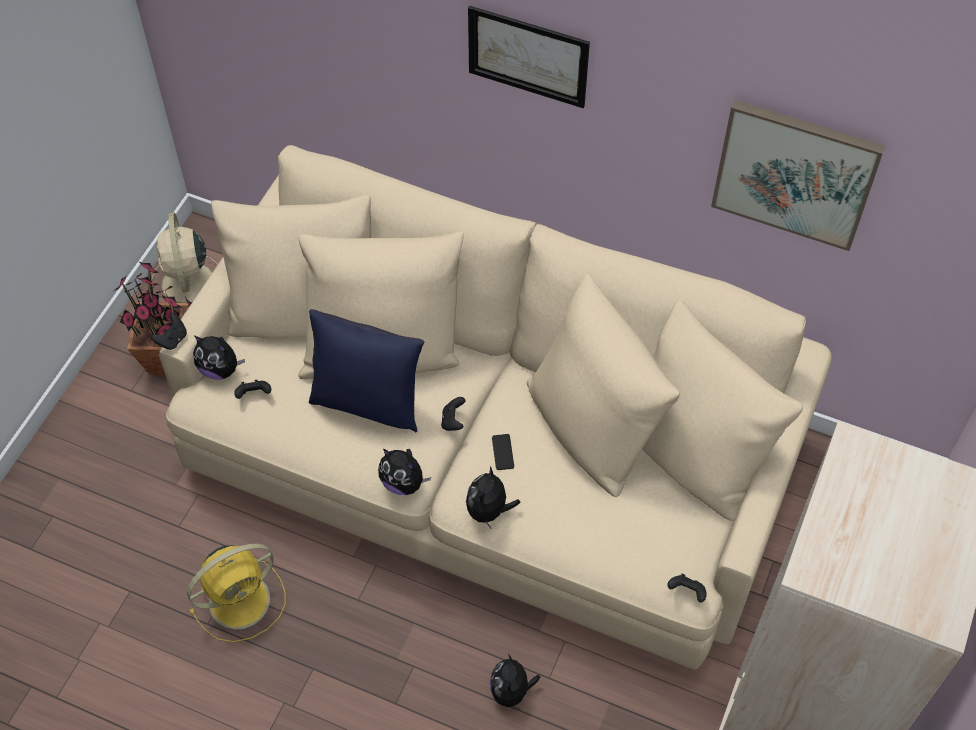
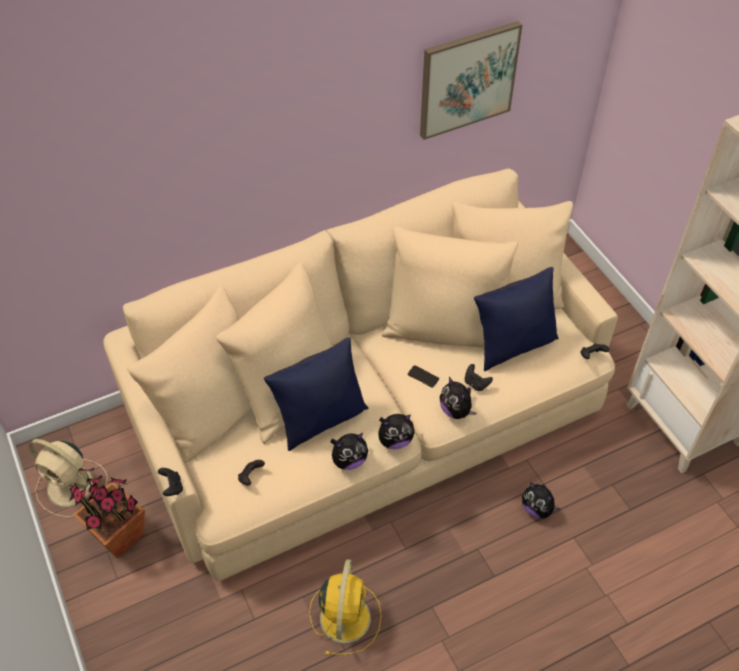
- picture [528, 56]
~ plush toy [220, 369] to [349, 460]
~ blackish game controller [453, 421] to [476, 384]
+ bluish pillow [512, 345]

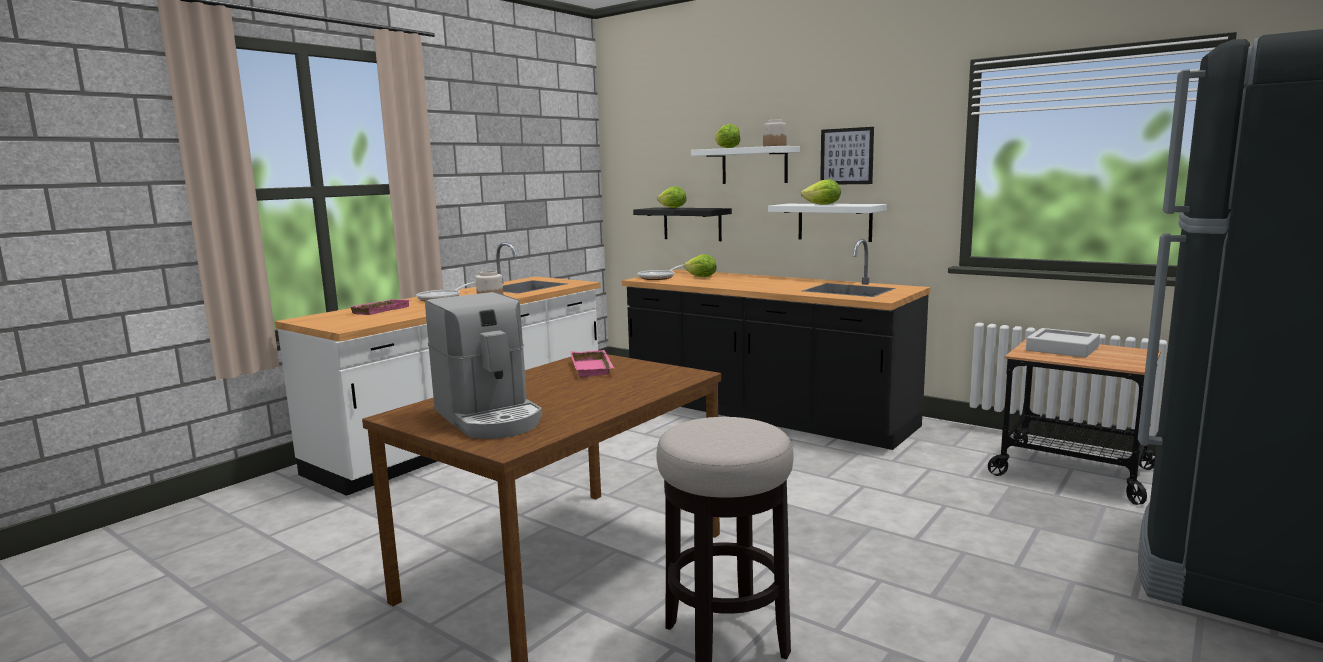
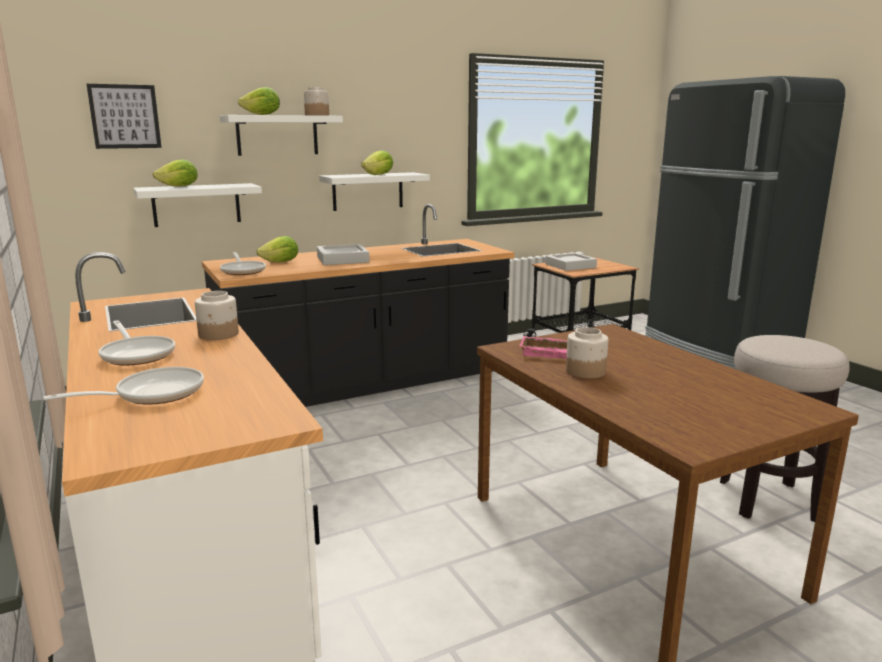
~ picture [846, 156] to [125, 116]
~ blackish wall shelf [692, 224] to whitish wall shelf [196, 205]
- coffee maker [489, 418]
~ pinkish serving tray [380, 310] to skillet [152, 394]
+ gray serving tray [342, 259]
+ jar [585, 372]

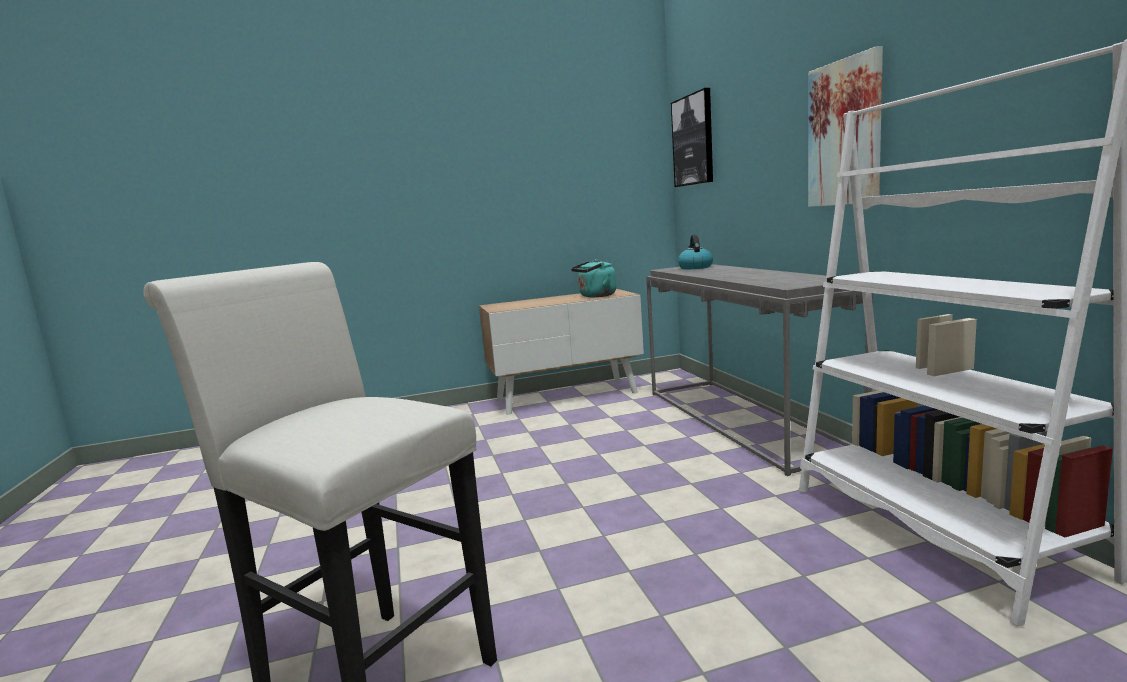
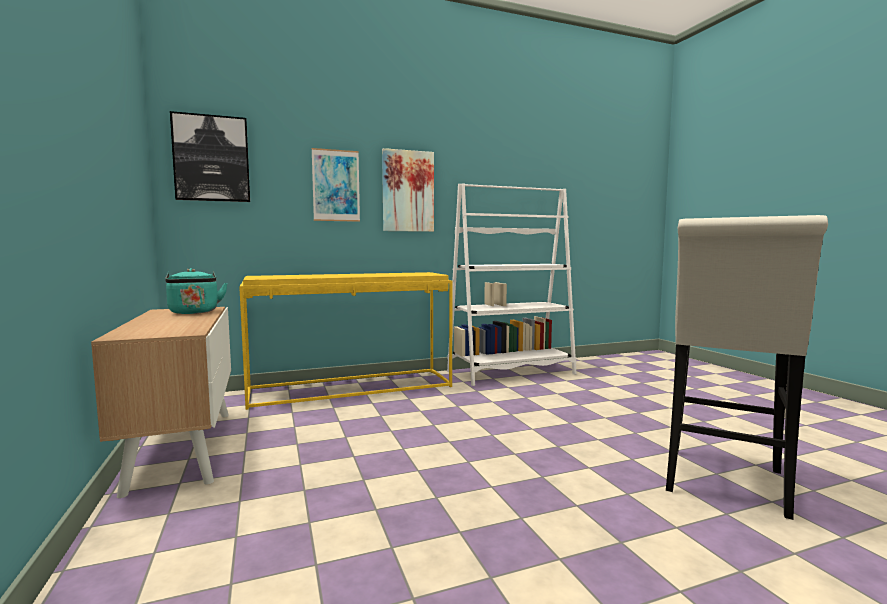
- kettle [695, 267]
~ gray hall table [744, 420] to yellow-coloured hall table [352, 388]
+ picture [336, 185]

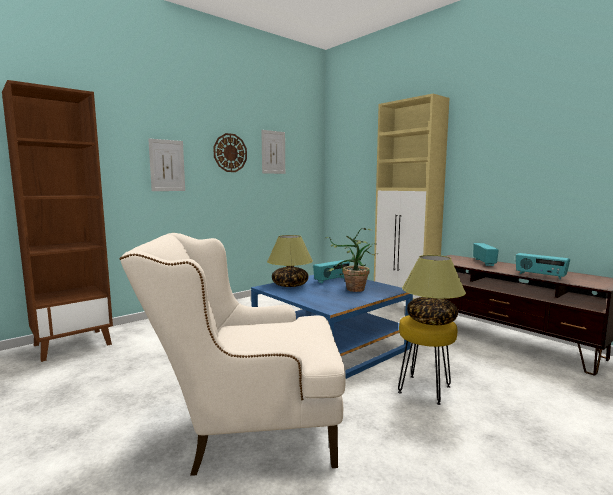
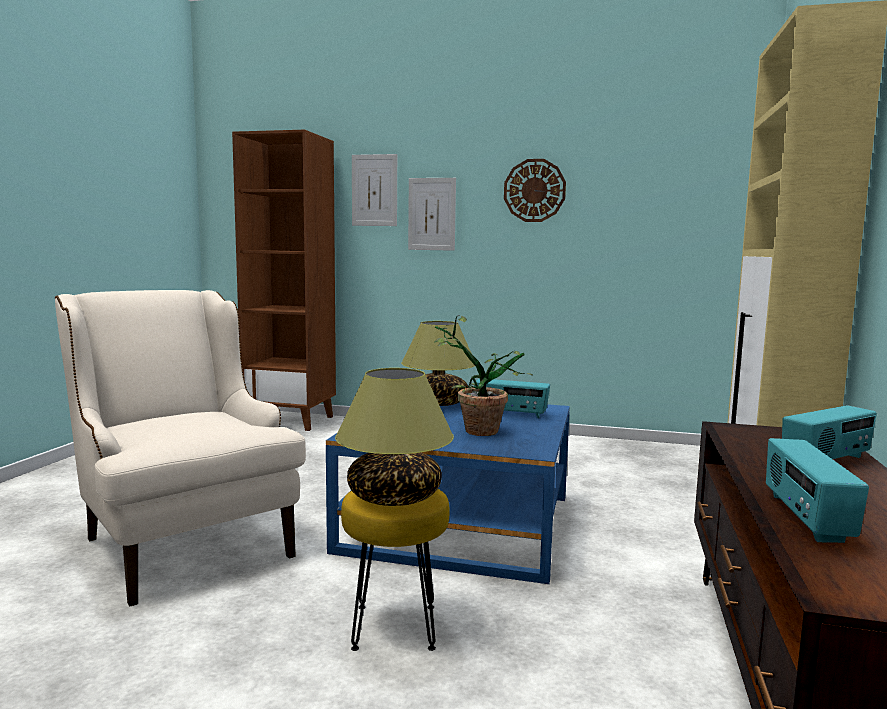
~ picture [273, 152] to [374, 190]

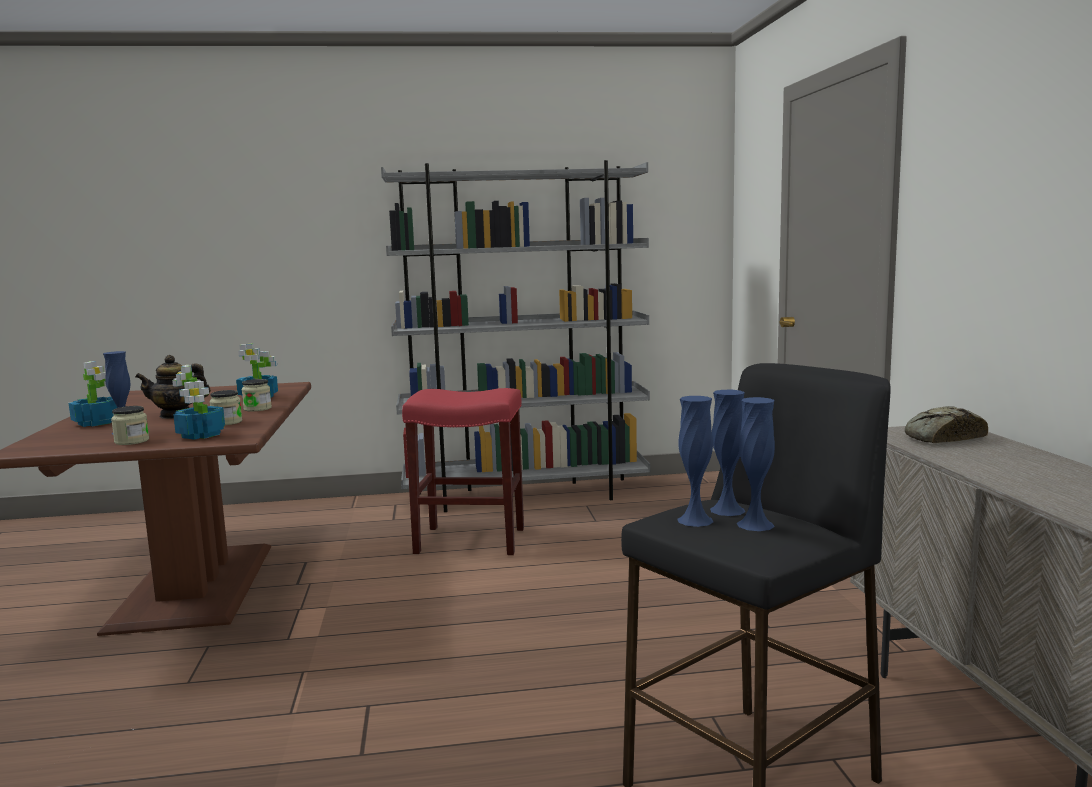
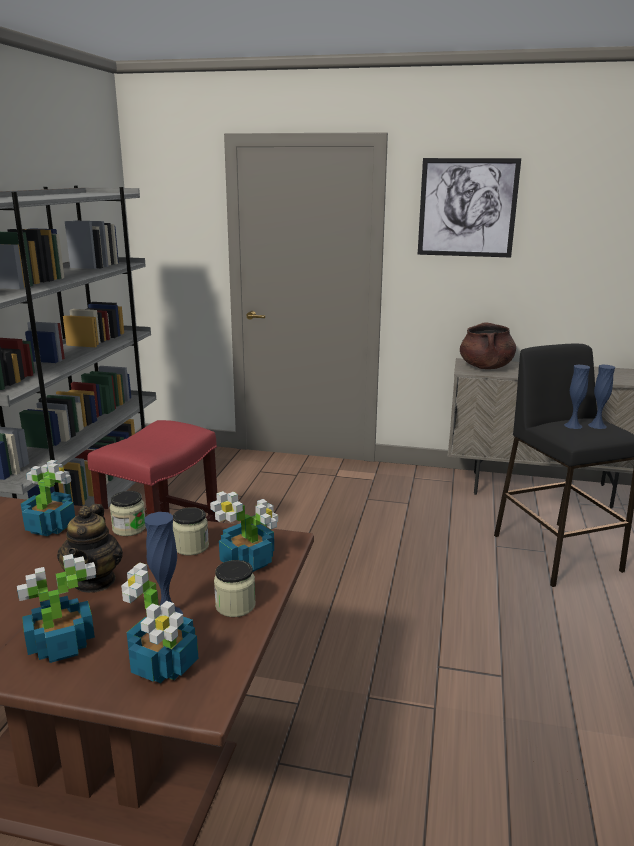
- bluish flower vase [695, 520]
~ baked bread [942, 438] to brown cooking pot [486, 367]
+ picture [467, 208]
+ houseplant [164, 665]

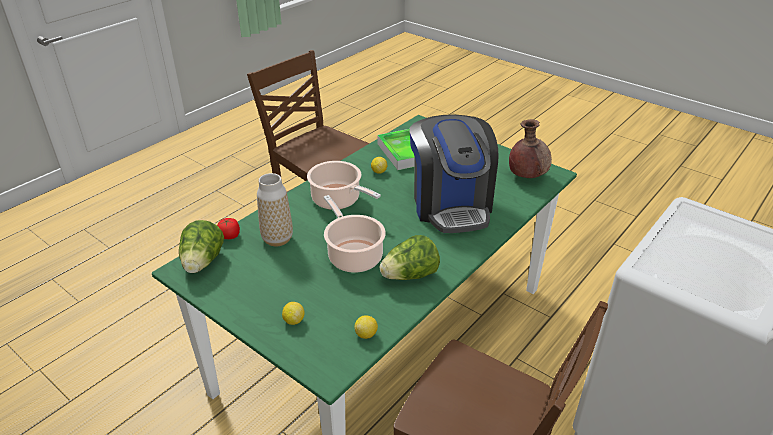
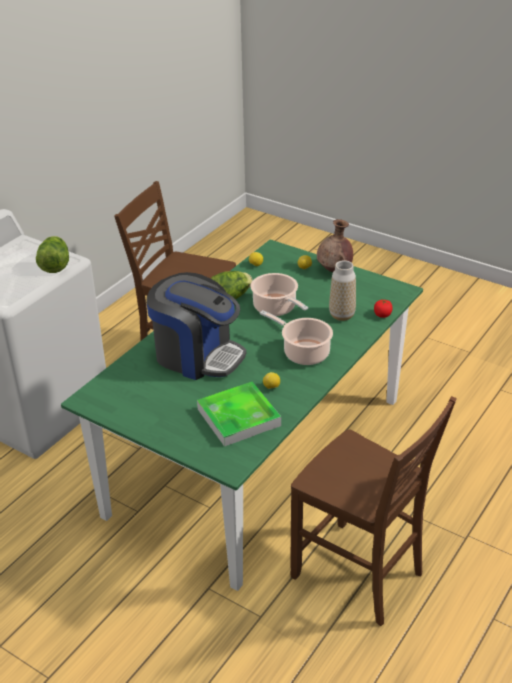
~ coffee maker [451, 205] = [197, 355] 135 degrees clockwise
~ brown flower vase [526, 176] to [334, 270]
~ lettuce head [203, 262] to [55, 265]

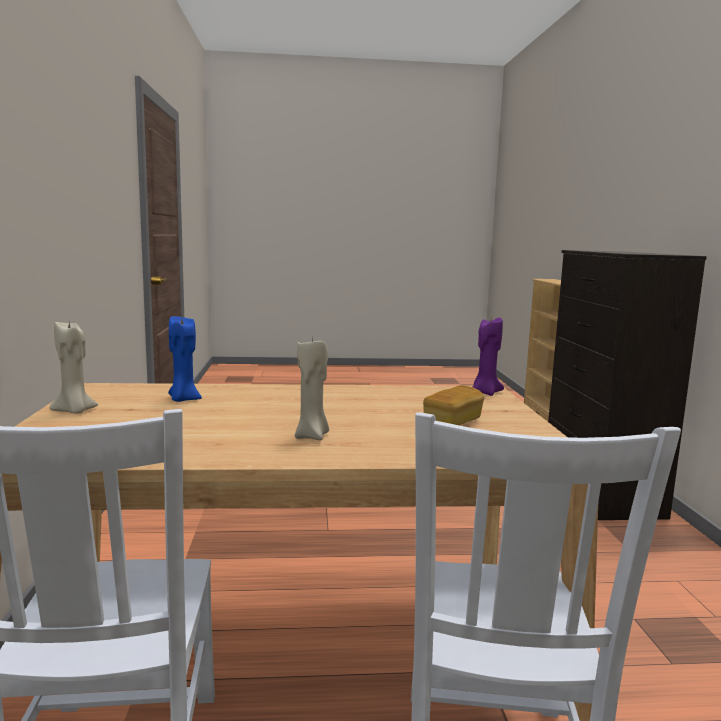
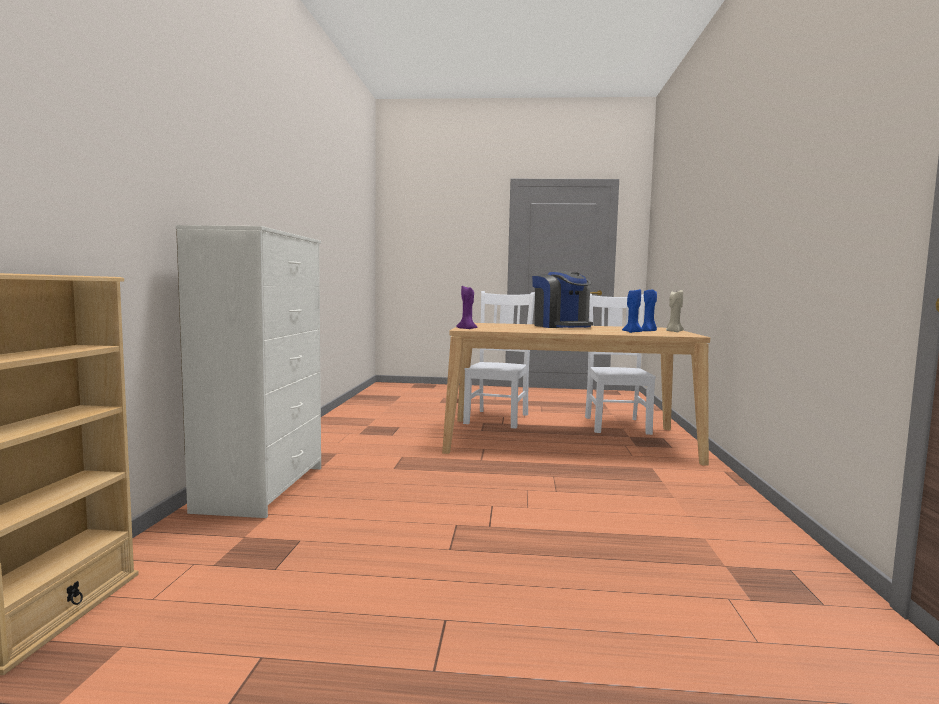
~ blackish dresser [600, 491] to whitish dresser [264, 488]
~ beige candle [312, 436] to coffee maker [561, 326]
- baked bread [452, 422]
+ bluish candle [648, 331]

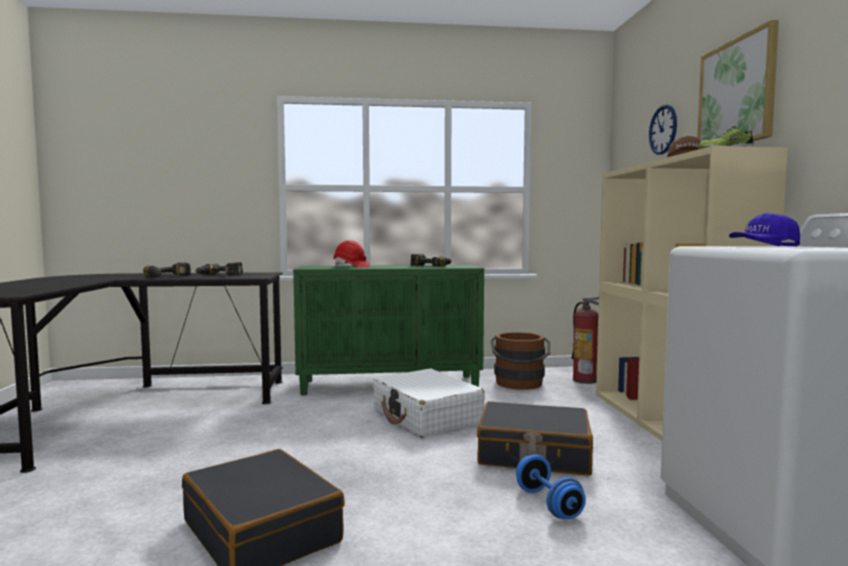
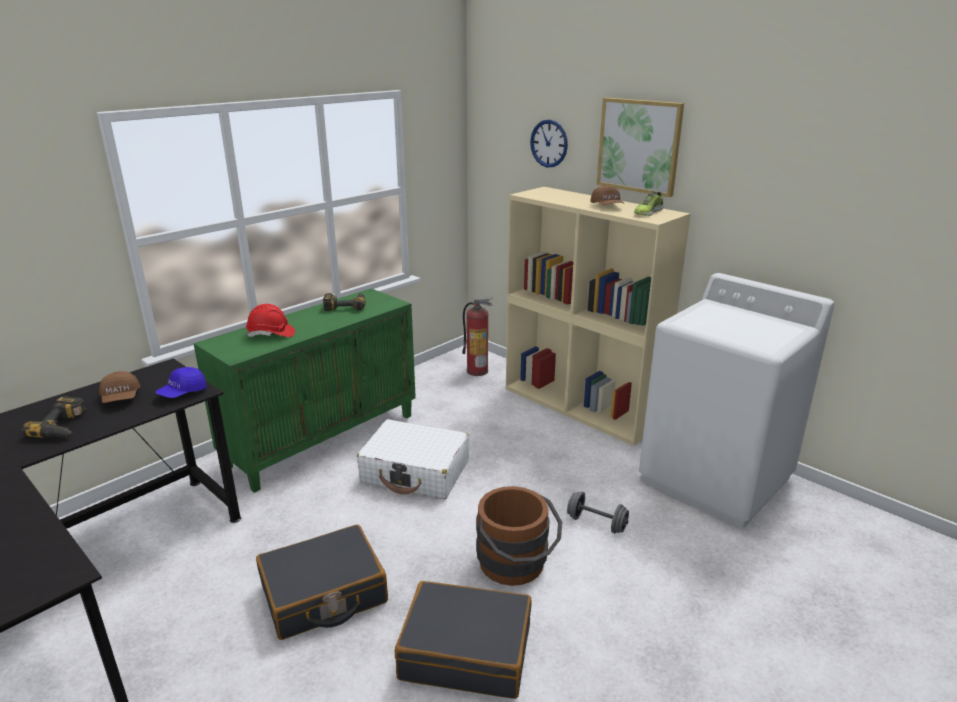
~ bluish peaked cap [763, 246] to [183, 393]
~ electric drill [218, 275] to brown peaked cap [121, 398]
~ brown pail [519, 384] to [516, 566]
~ blackish piece of luggage [533, 454] to [323, 594]
~ bluish free weight [548, 504] to gray free weight [596, 523]

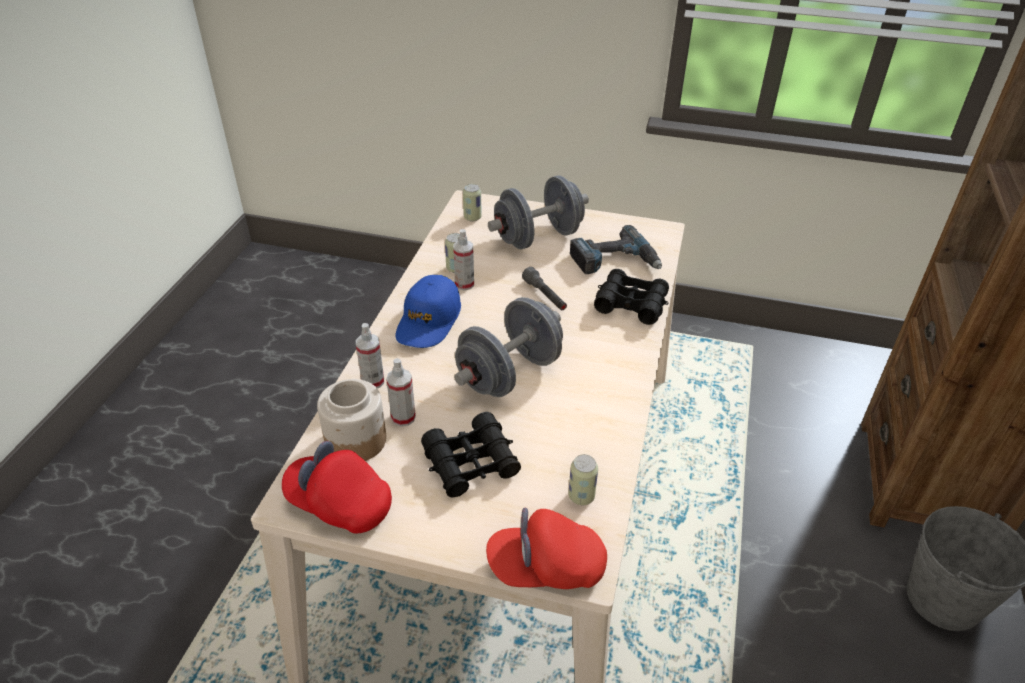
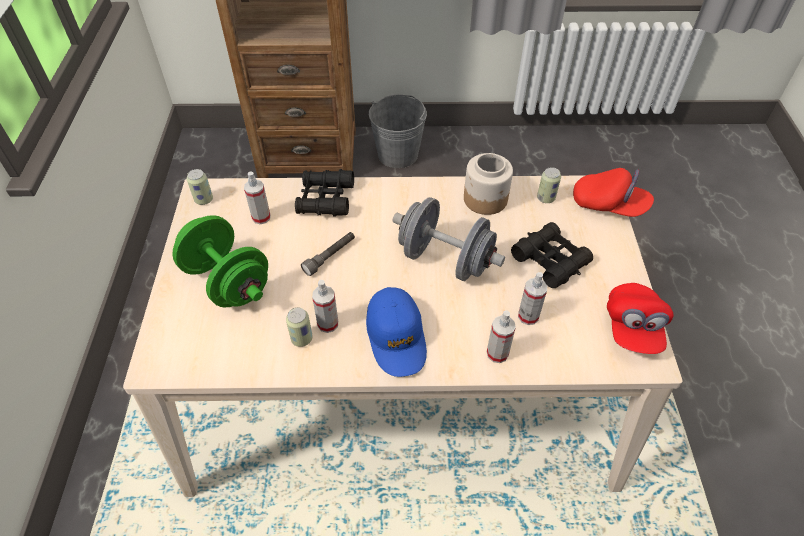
~ gray free weight [538, 237] to green-coloured free weight [228, 281]
~ sealed can [472, 217] to [204, 200]
~ electric drill [614, 261] to hand sprayer [261, 217]
~ bluish peaked cap [428, 321] = [396, 336] 75 degrees clockwise
~ jar [355, 441] to [486, 199]
~ reddish peaked cap [546, 567] = [608, 205] 45 degrees counterclockwise

